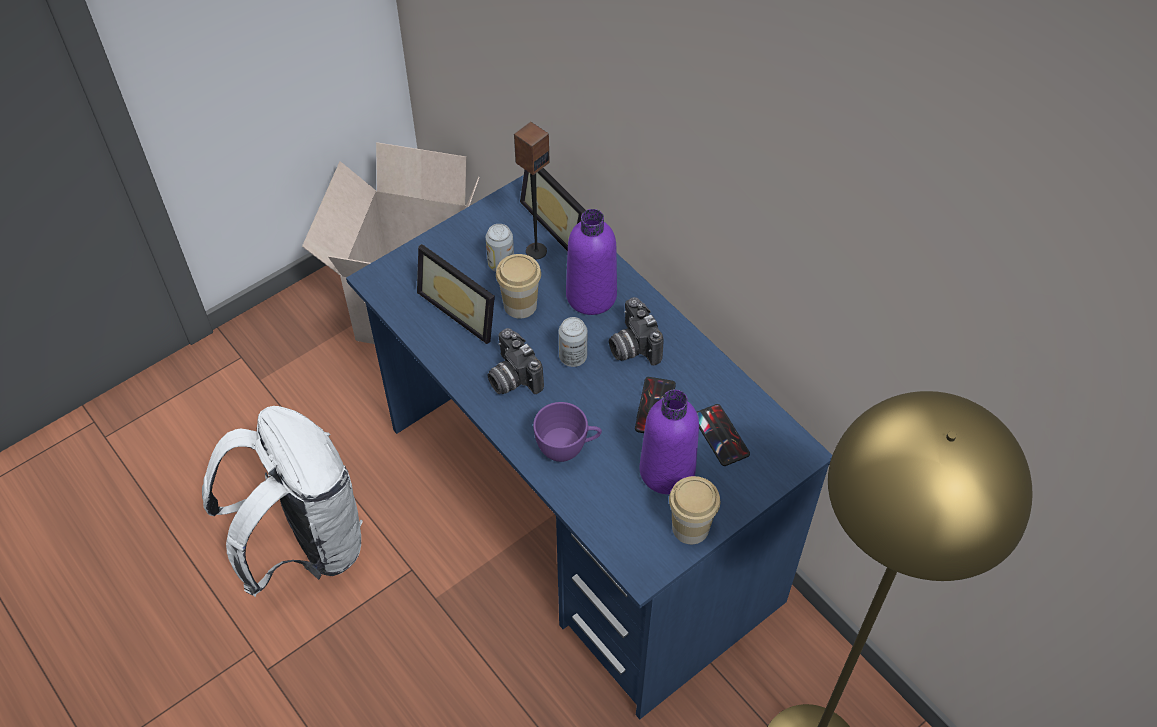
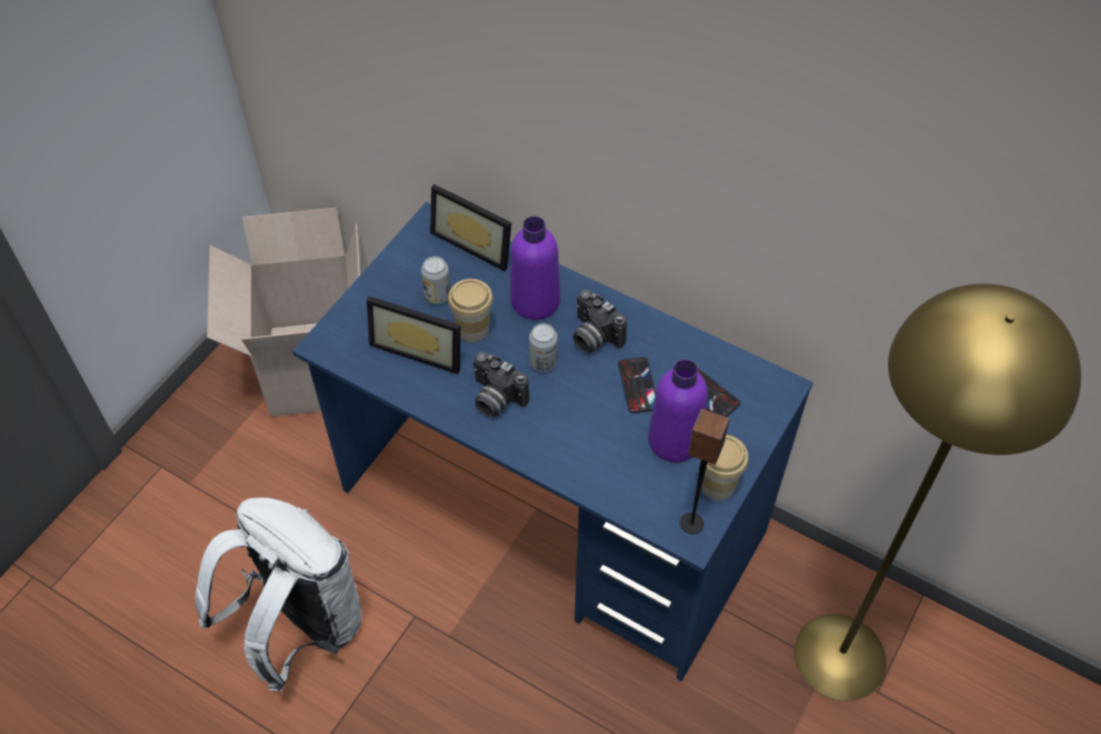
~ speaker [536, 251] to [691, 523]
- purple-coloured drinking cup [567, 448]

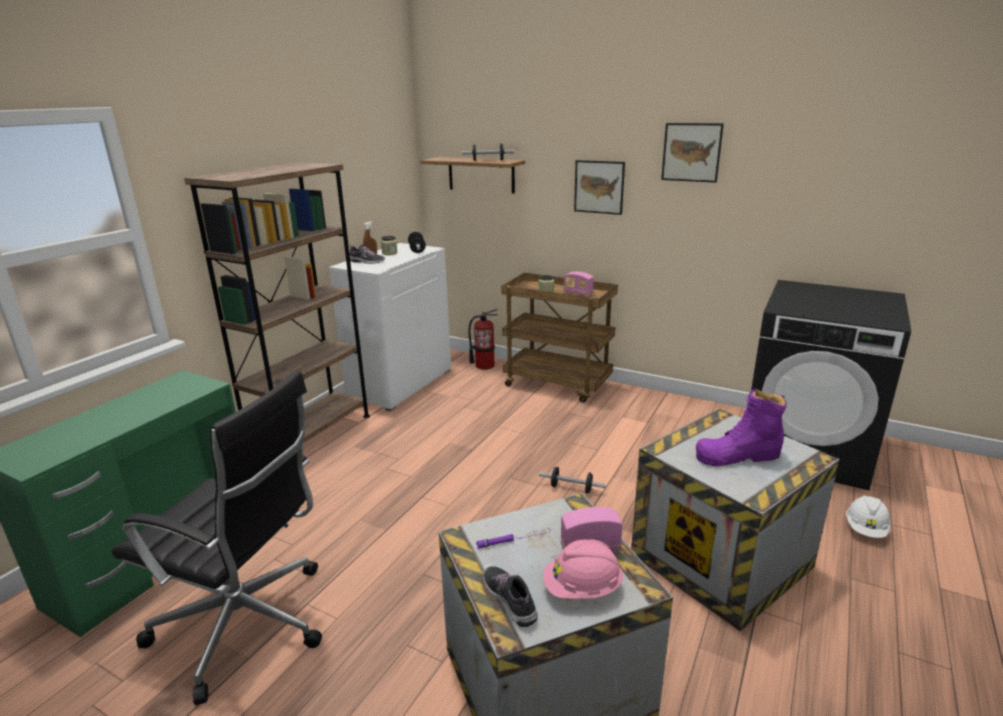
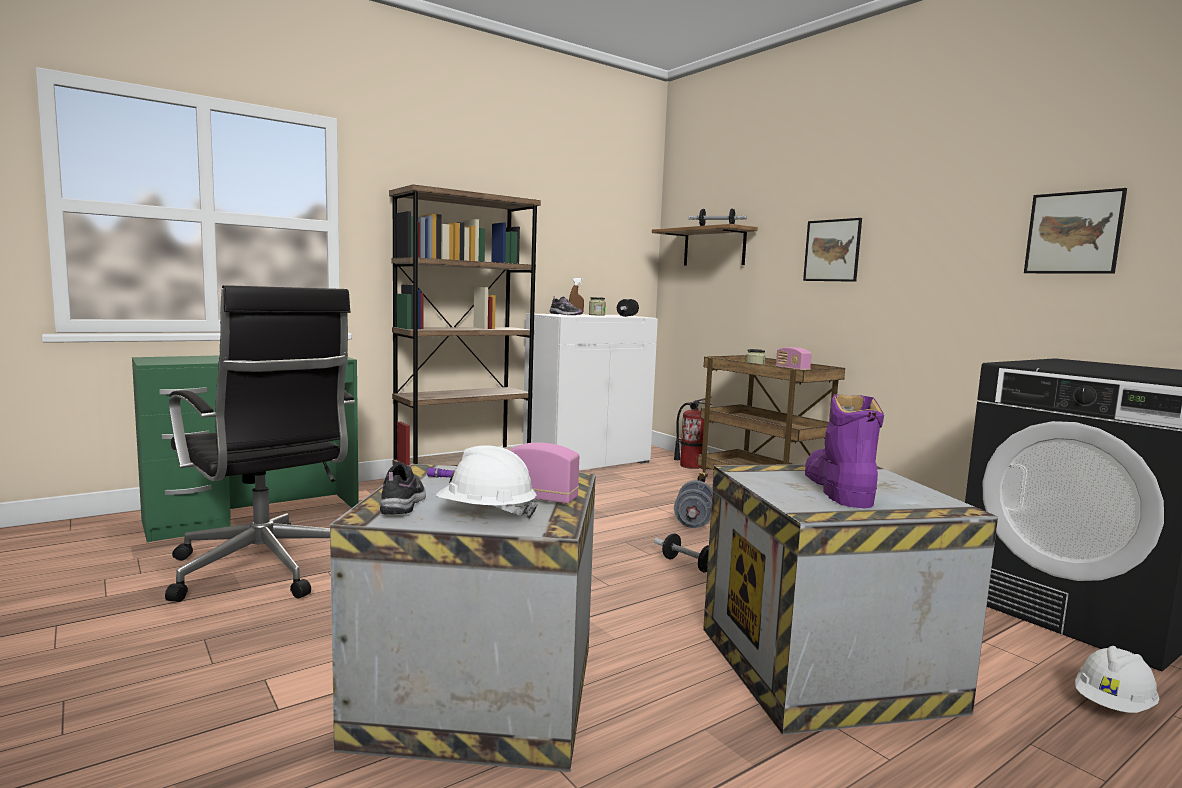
~ picture [691, 152] to [1073, 233]
~ purple-coloured boot [738, 456] = [837, 489] 75 degrees clockwise
~ pinkish safety helmet [582, 589] to whitish safety helmet [486, 513]
+ gray free weight [693, 522]

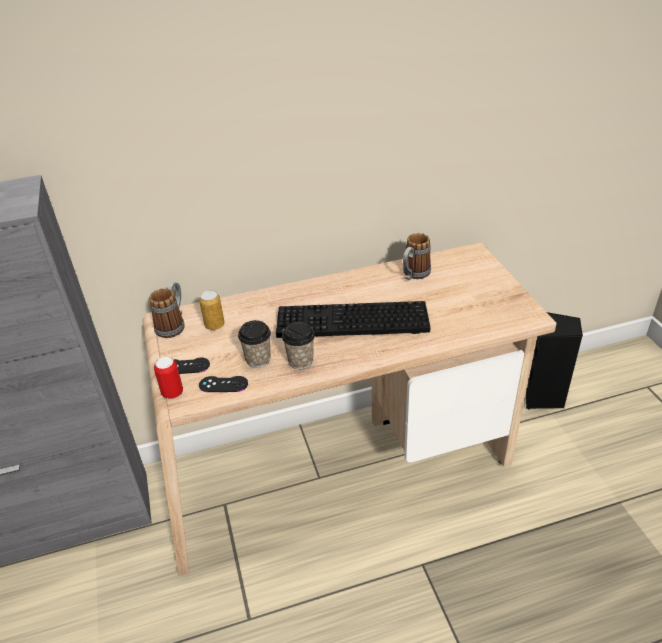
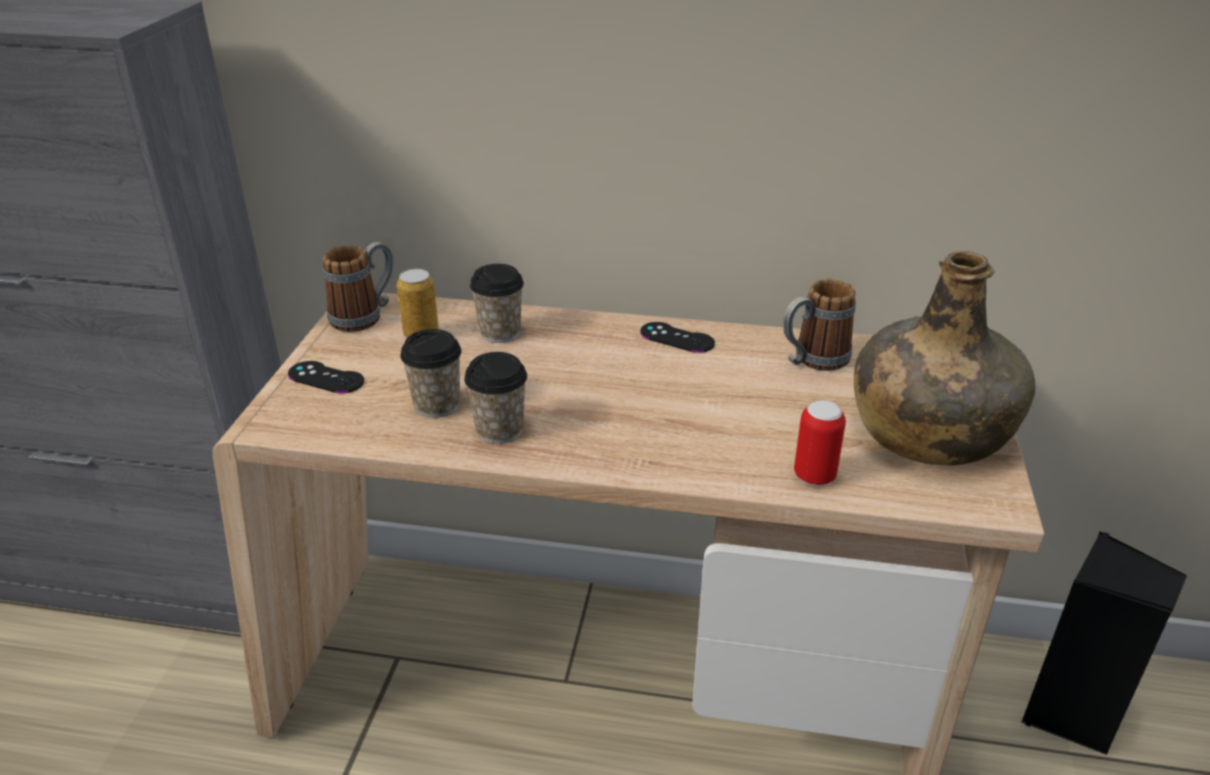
- computer keyboard [350, 323]
~ sealed can [172, 393] to [814, 476]
~ blackish game controller [223, 384] to [677, 338]
+ green-coloured bottle [928, 432]
+ drinking cup [500, 333]

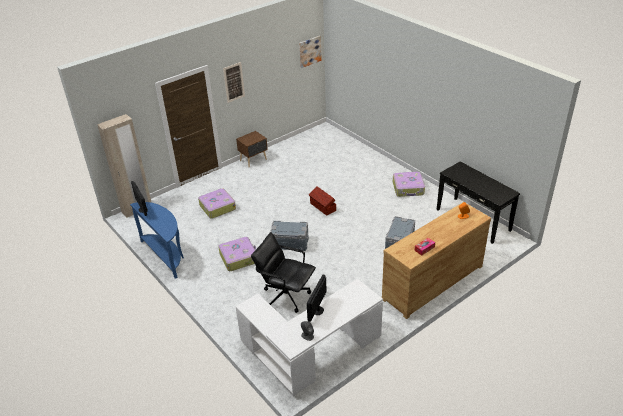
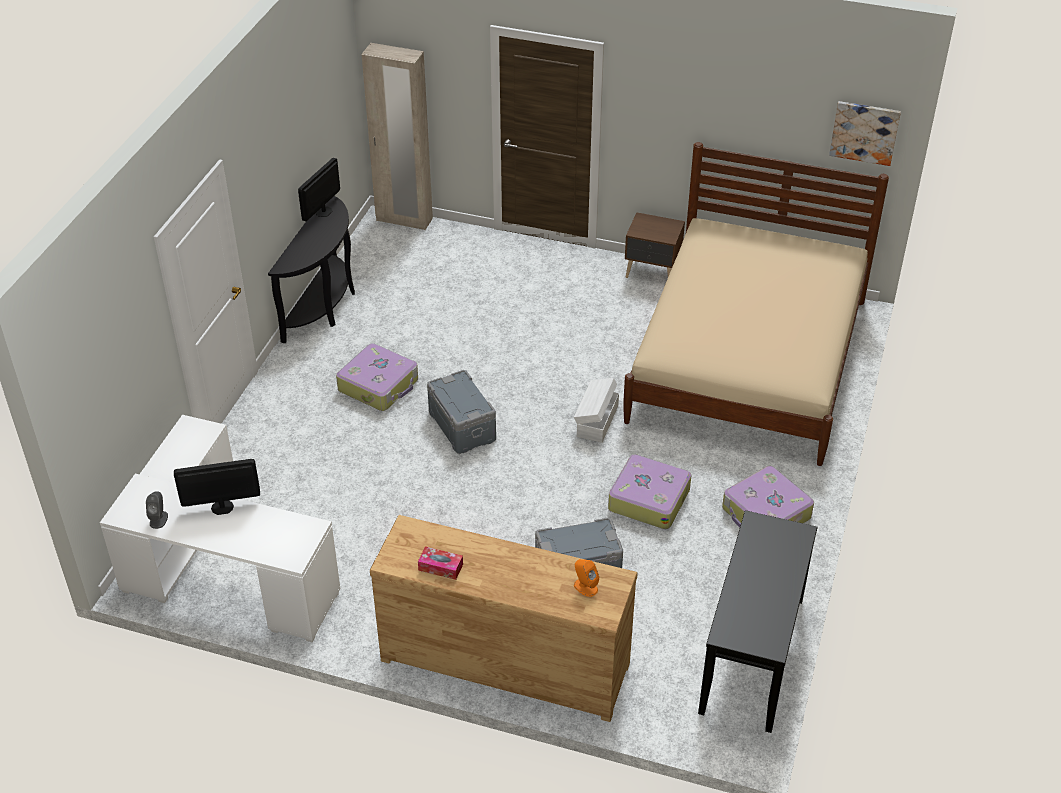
- picture [234, 82]
~ brown storage container [322, 207] to whitish storage container [596, 421]
~ piece of luggage [217, 207] to [649, 499]
~ bluish hall table [166, 255] to blackish hall table [324, 306]
- blackish computer chair [286, 296]
+ beige sleeping bed [748, 360]

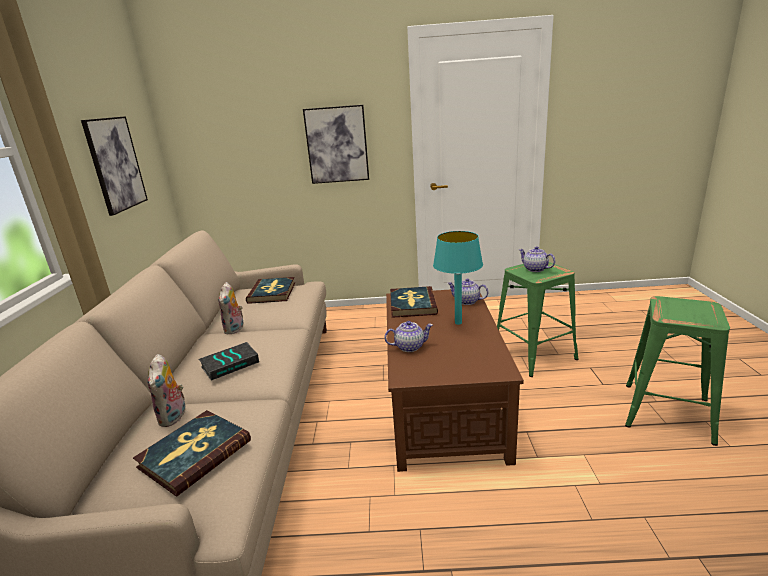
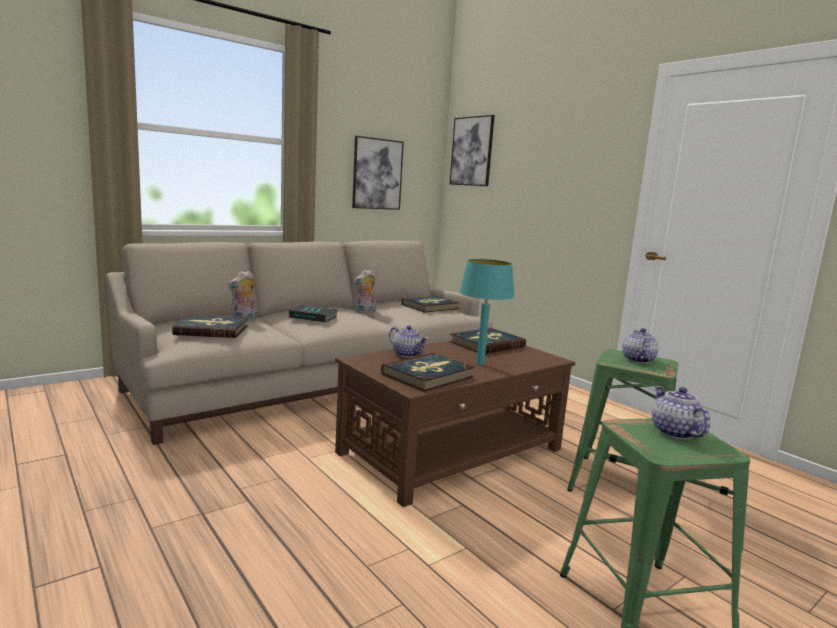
~ picture [337, 145] to [472, 151]
~ pot for tea [467, 301] to [674, 432]
+ volume [428, 375]

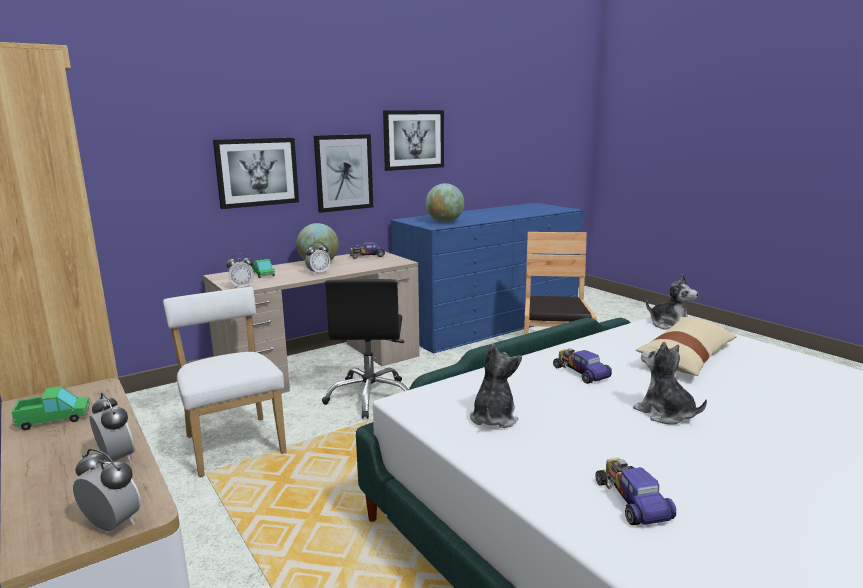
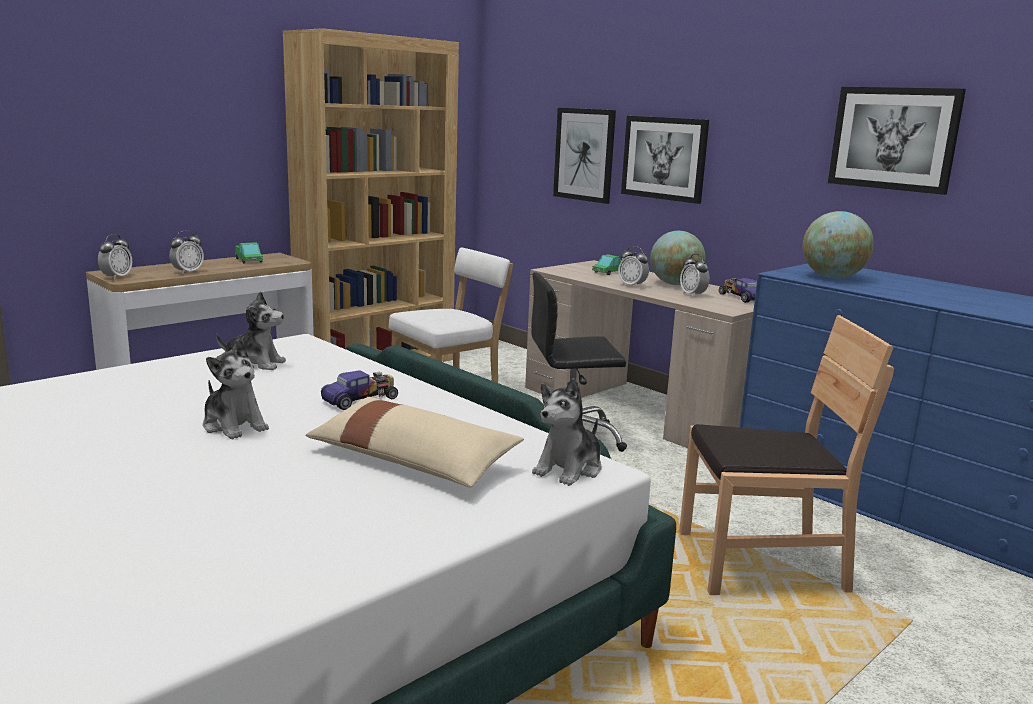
~ picture [343, 172] to [584, 154]
~ table clock [242, 287] to [693, 295]
~ plush toy [665, 414] = [234, 426] 90 degrees clockwise
- model car [632, 500]

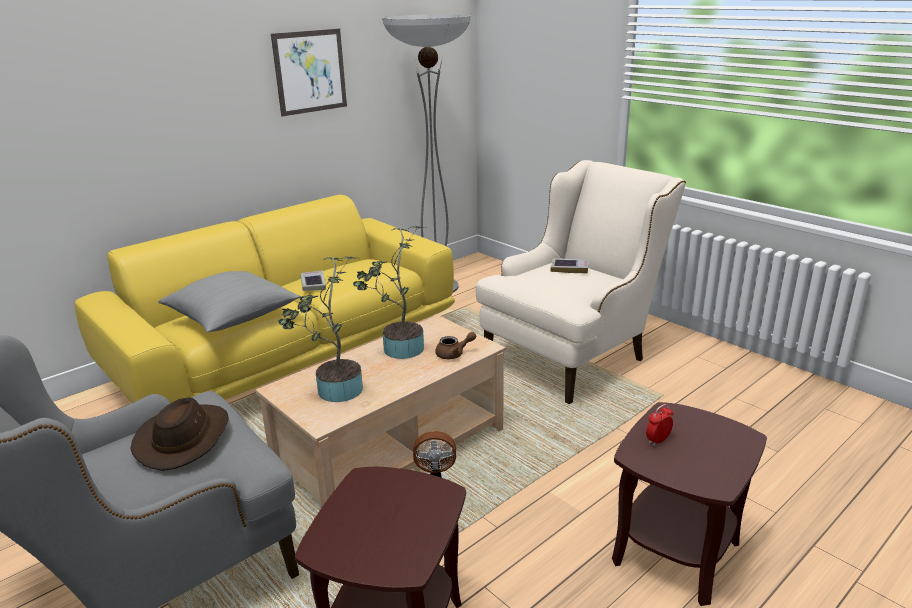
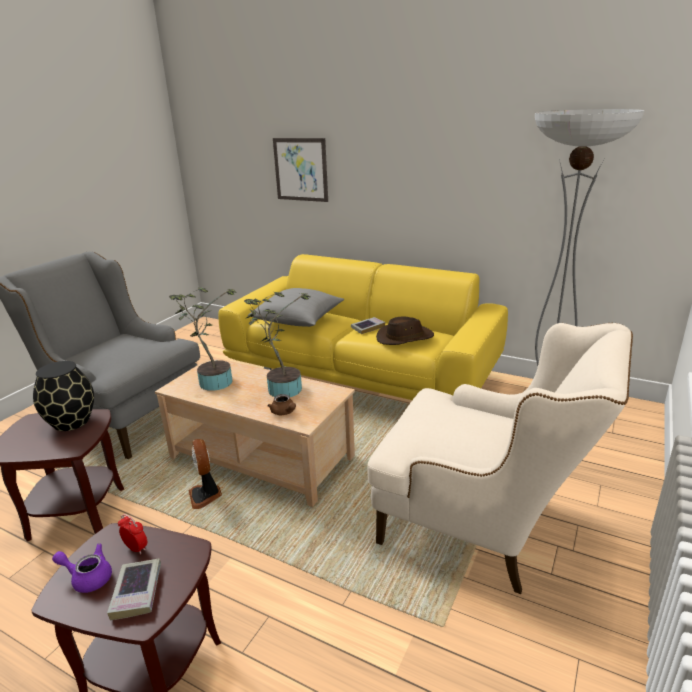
~ picture [310, 71] to [300, 169]
~ volume [569, 268] to [137, 592]
~ brown clothing hat [184, 438] to [404, 337]
+ blackish flower vase [71, 422]
+ purple-coloured pot for tea [88, 577]

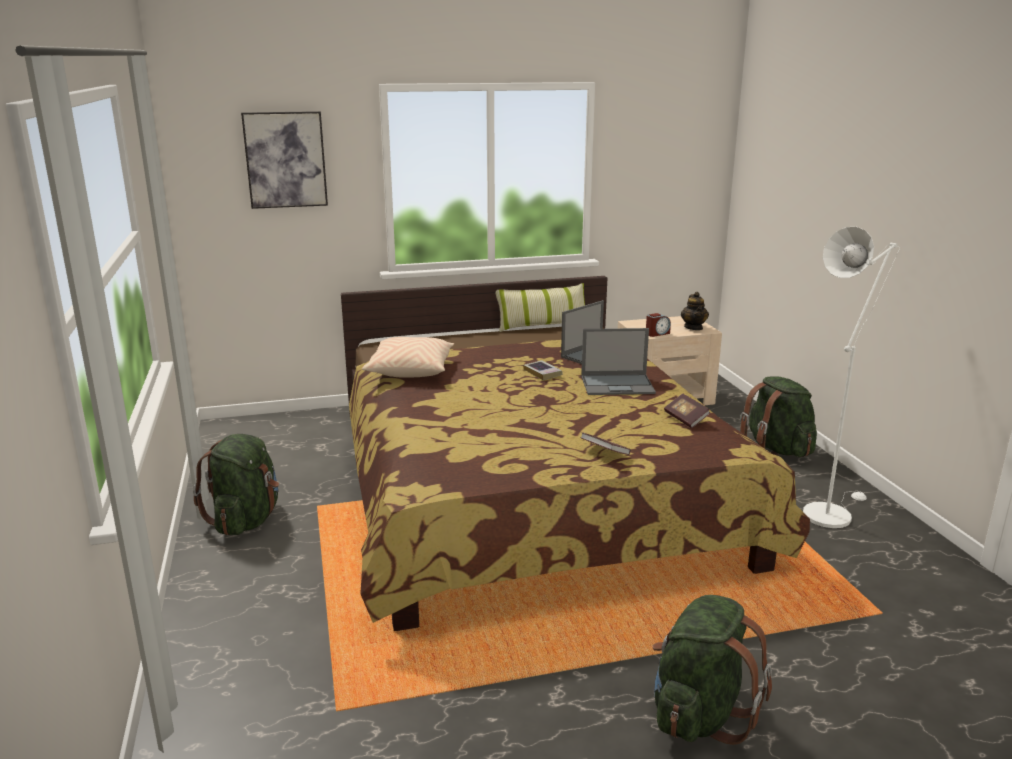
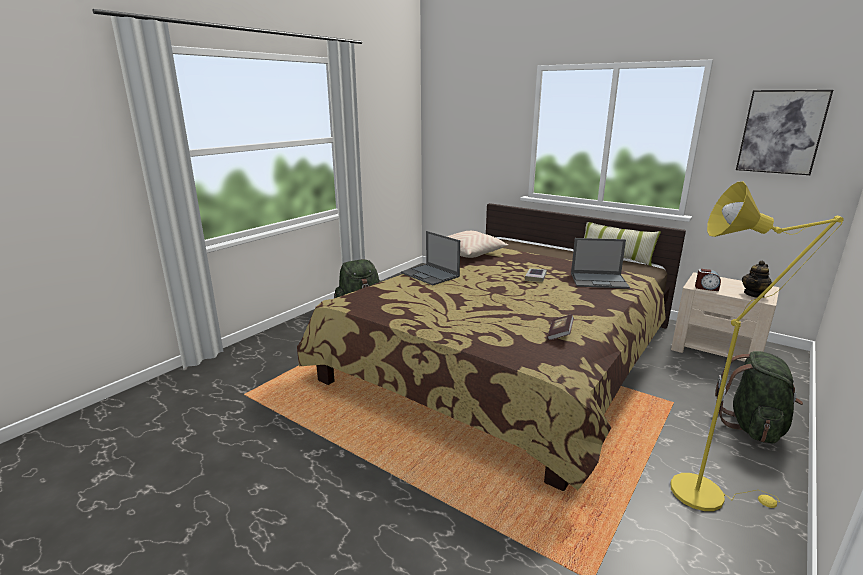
~ picture [285, 160] to [781, 132]
~ whitish standard lamp [830, 512] to yellow-coloured standard lamp [706, 492]
~ portable computer [618, 385] to [430, 275]
- volume [604, 453]
- green-coloured rucksack [699, 714]

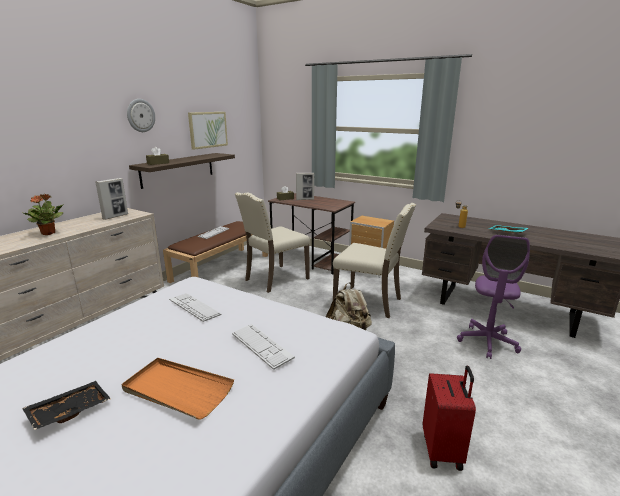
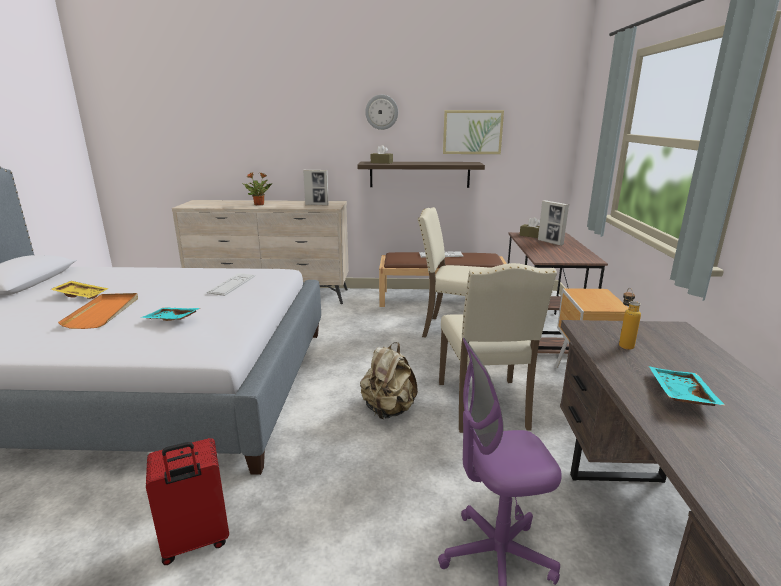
~ computer keyboard [261, 346] to turquoise serving tray [171, 320]
~ blackish serving tray [69, 410] to yellow-coloured serving tray [82, 295]

